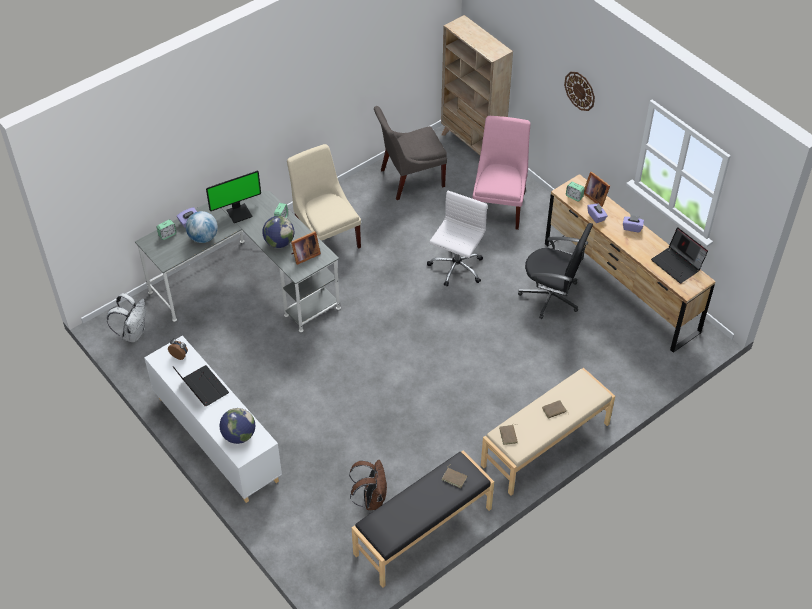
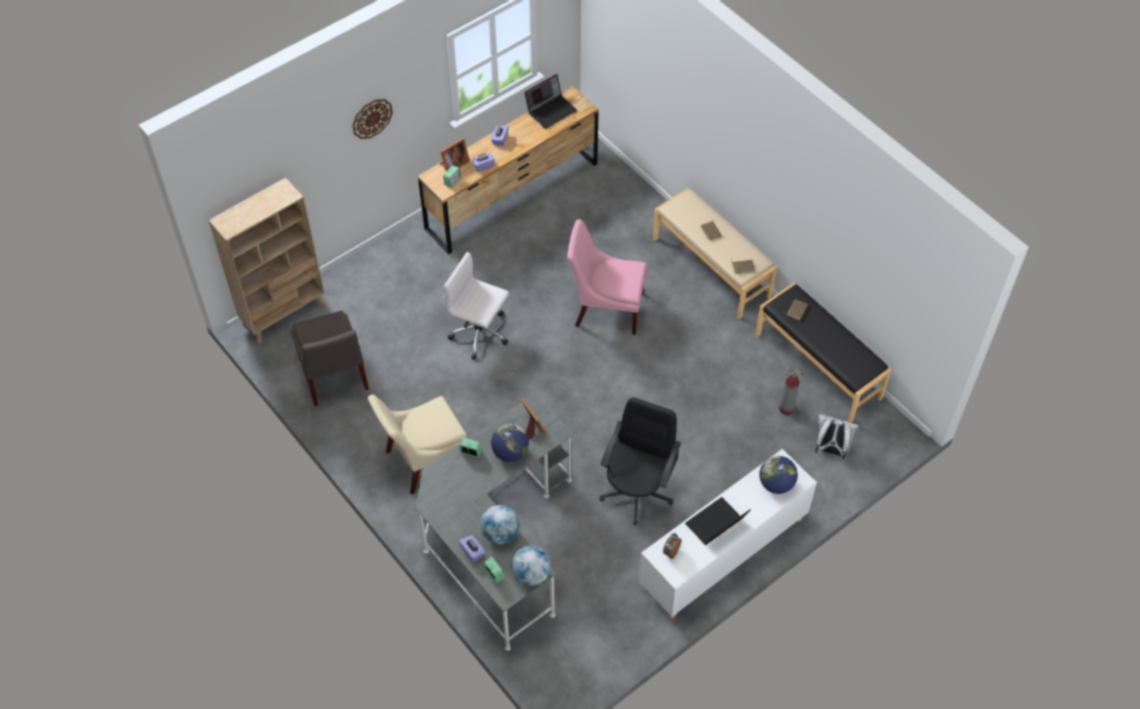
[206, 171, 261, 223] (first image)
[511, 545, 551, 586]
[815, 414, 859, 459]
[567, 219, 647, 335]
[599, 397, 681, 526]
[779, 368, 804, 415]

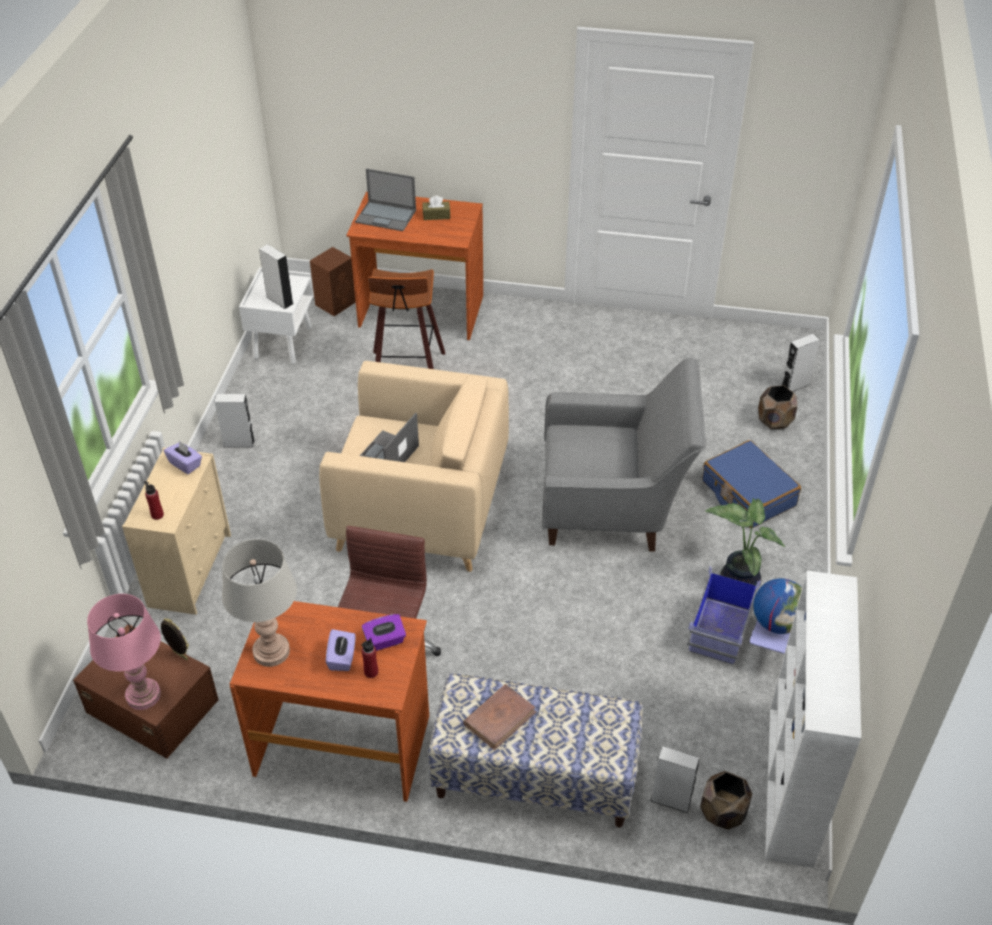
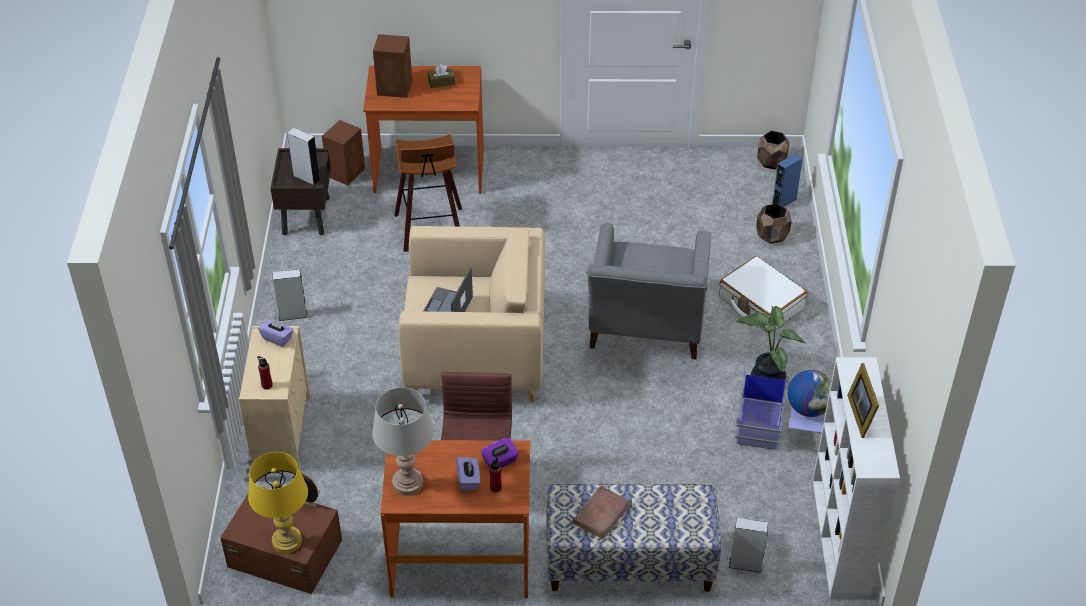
[847, 363, 879, 438]
[757, 131, 789, 170]
[373, 34, 412, 98]
[248, 452, 308, 554]
[271, 148, 331, 235]
[719, 256, 807, 333]
[772, 153, 803, 207]
[586, 223, 712, 359]

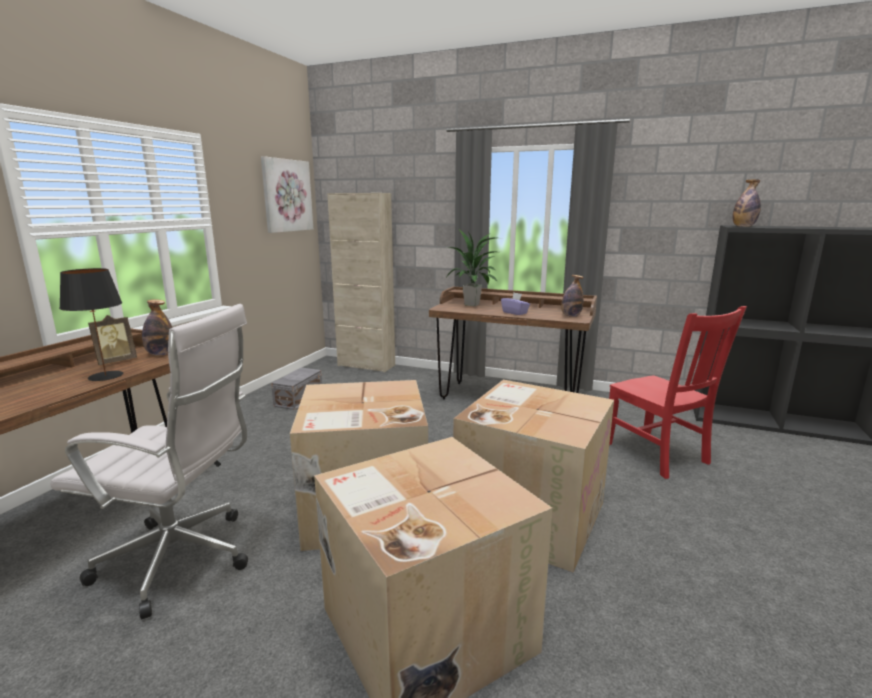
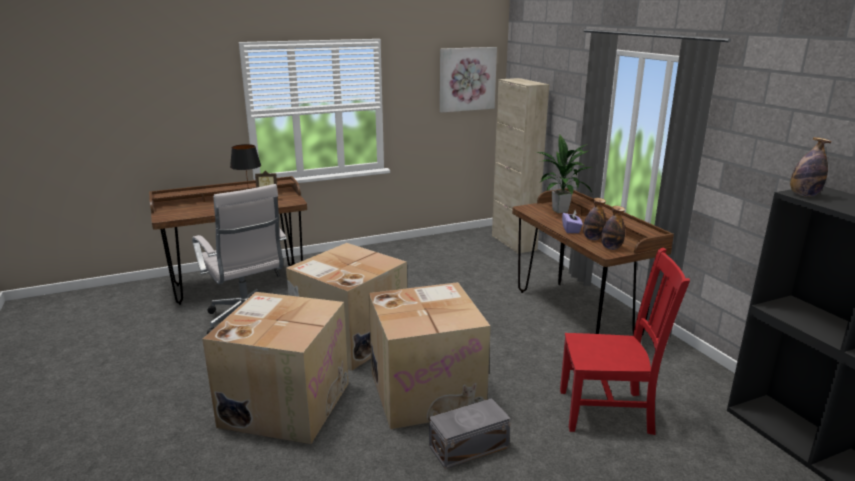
[583, 198, 606, 240]
[429, 398, 511, 469]
[560, 248, 690, 435]

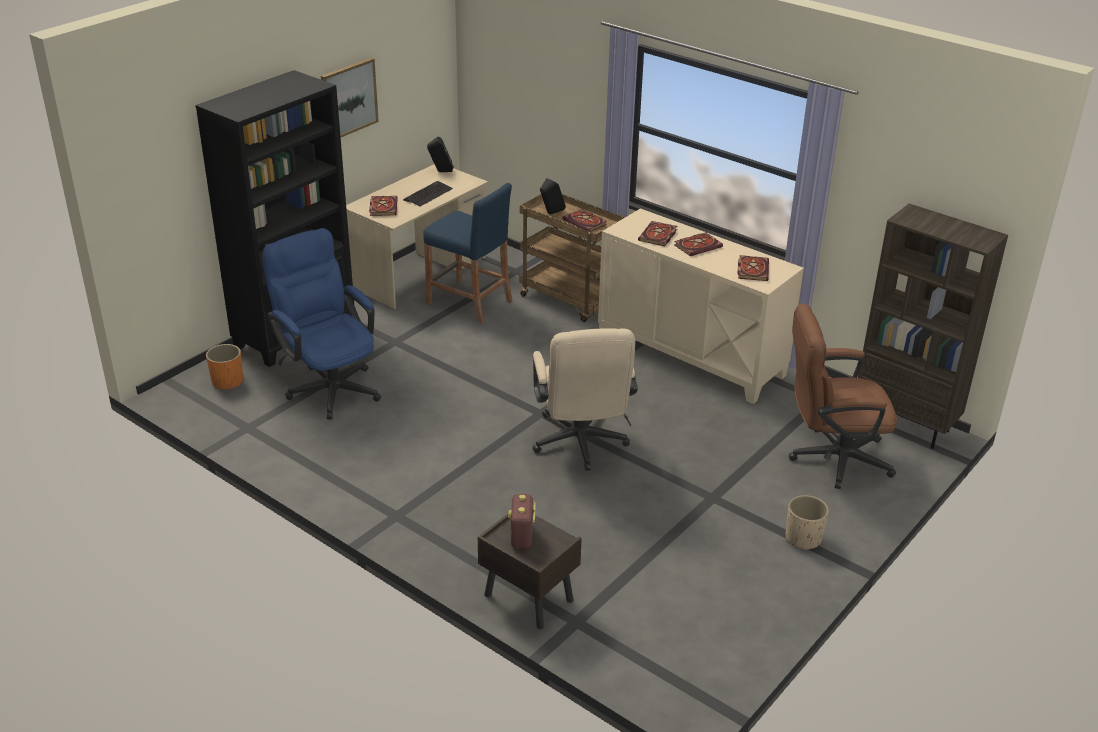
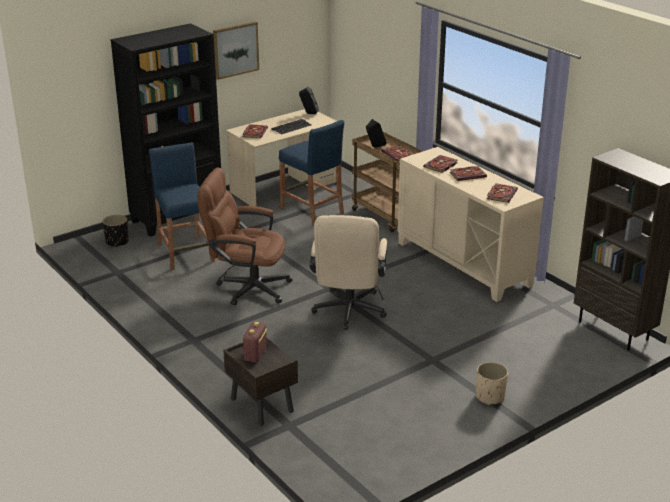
[197, 168, 292, 305]
[149, 142, 215, 270]
[102, 215, 129, 247]

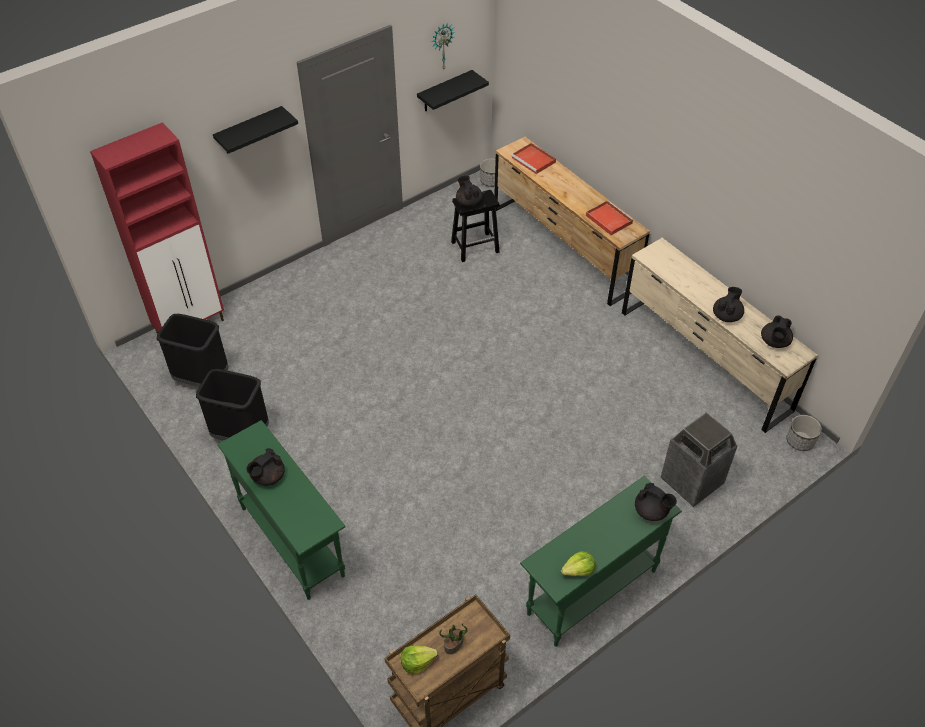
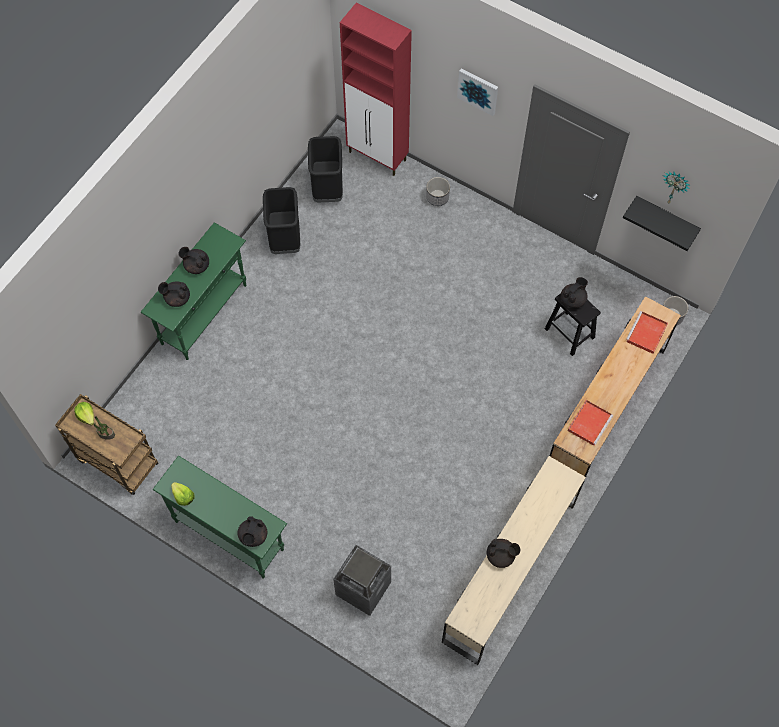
[158, 281, 190, 307]
[427, 177, 450, 206]
[457, 68, 498, 116]

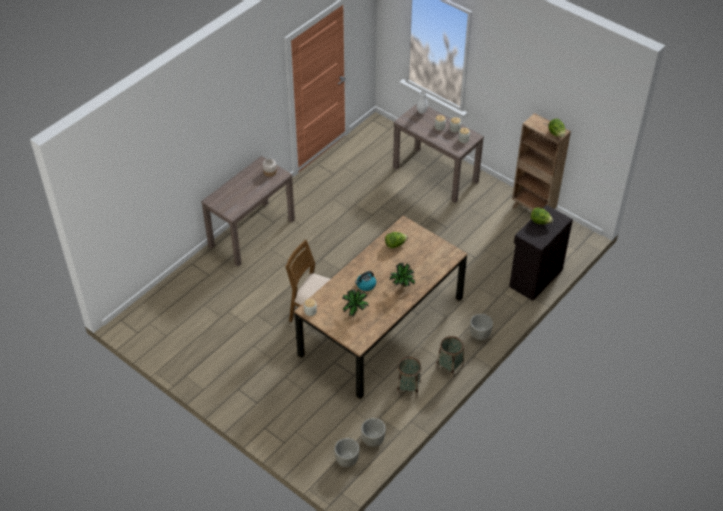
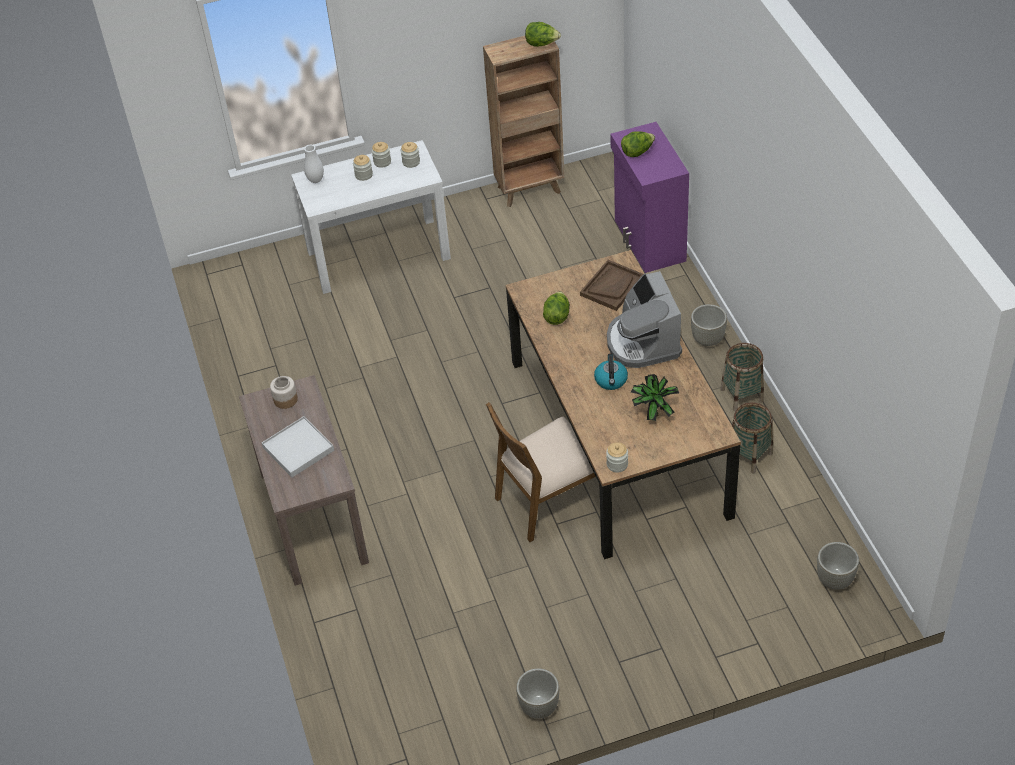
[262, 416, 334, 477]
[580, 260, 643, 311]
[516, 668, 559, 719]
[607, 271, 682, 368]
[291, 140, 451, 294]
[610, 122, 689, 273]

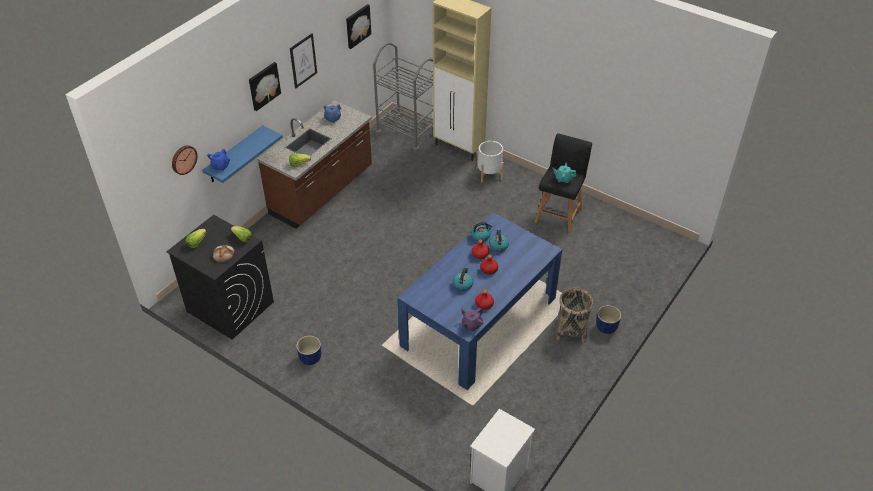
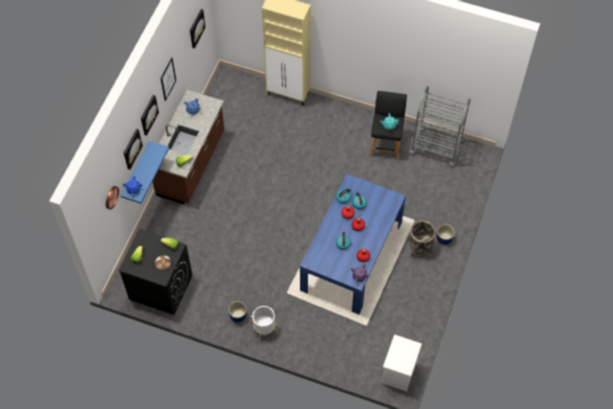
[124, 129, 143, 170]
[409, 86, 471, 168]
[251, 306, 278, 341]

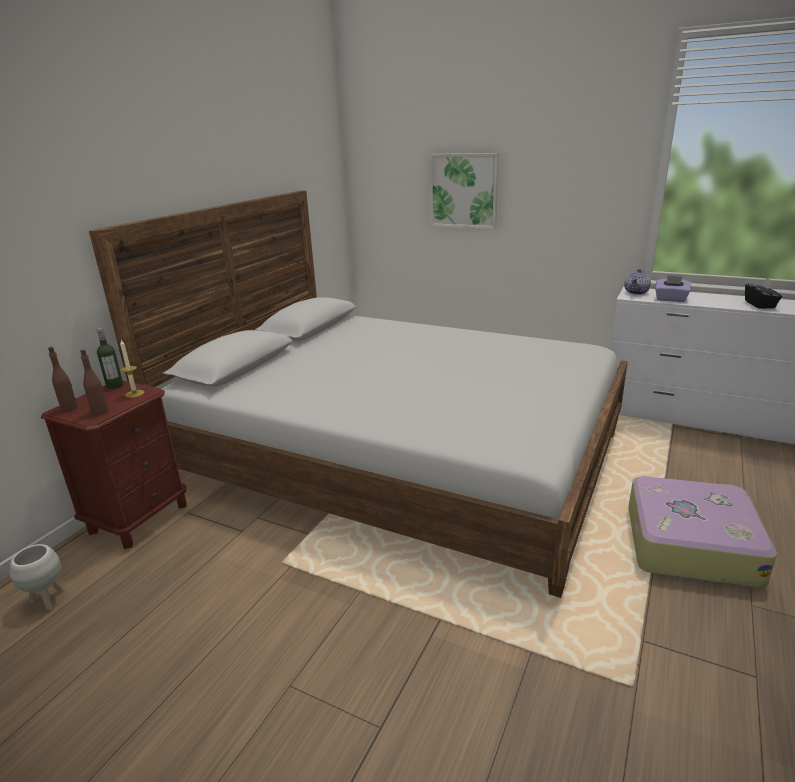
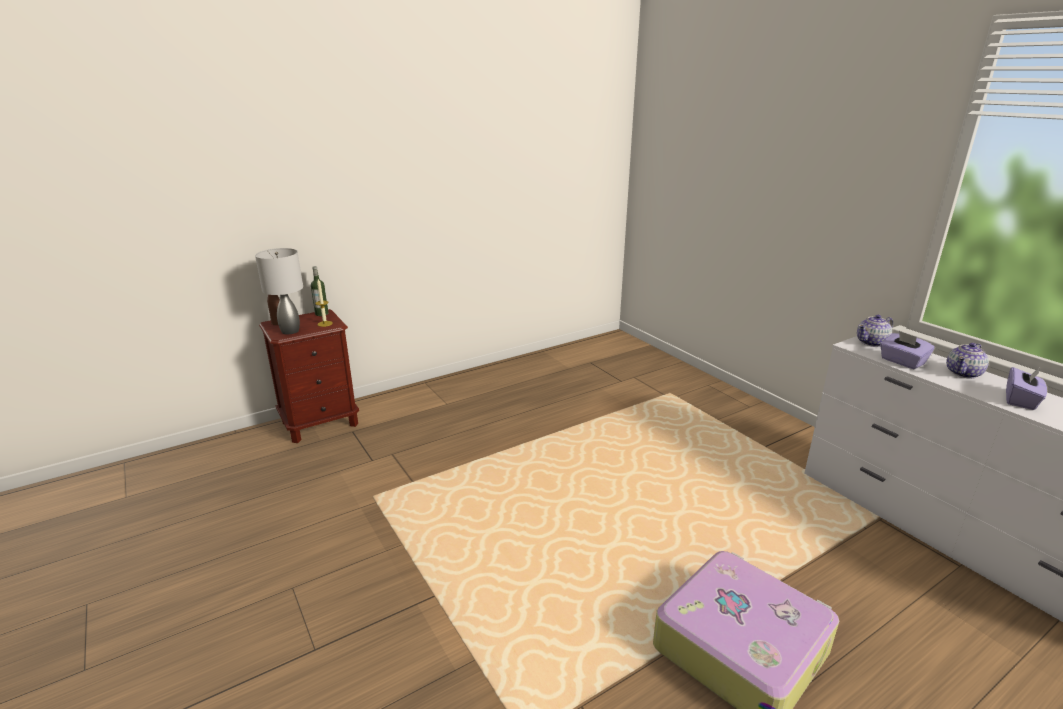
[10, 544, 63, 610] (first image)
[89, 190, 628, 598] (first image)
[430, 153, 499, 229] (first image)
[946, 343, 989, 379]
[255, 248, 303, 334]
[1006, 367, 1047, 410]

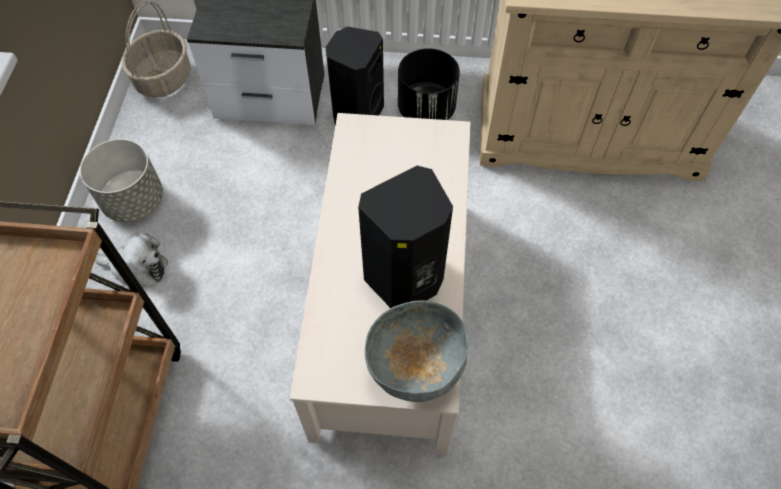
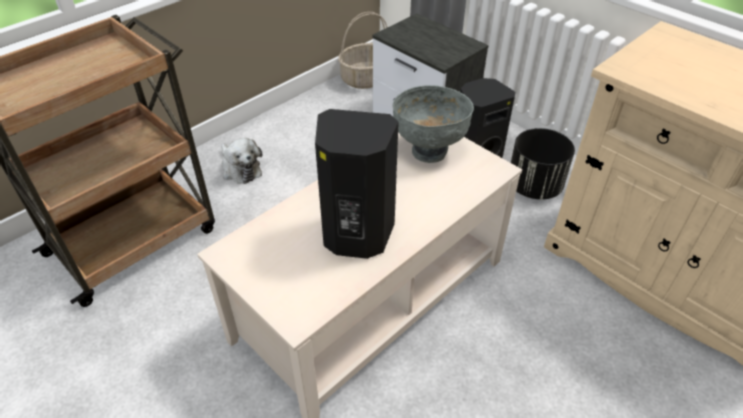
[80, 139, 163, 222] (first image)
[393, 85, 474, 163]

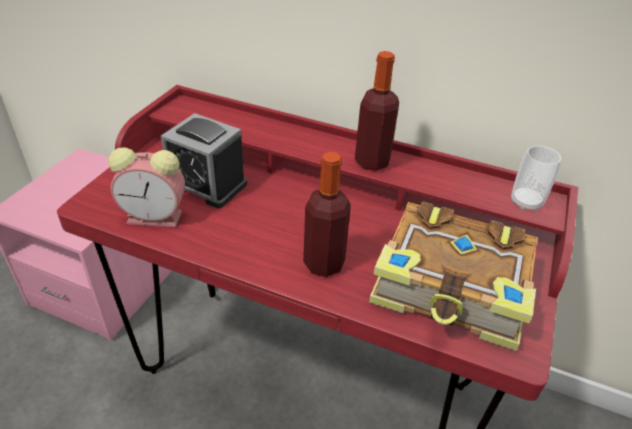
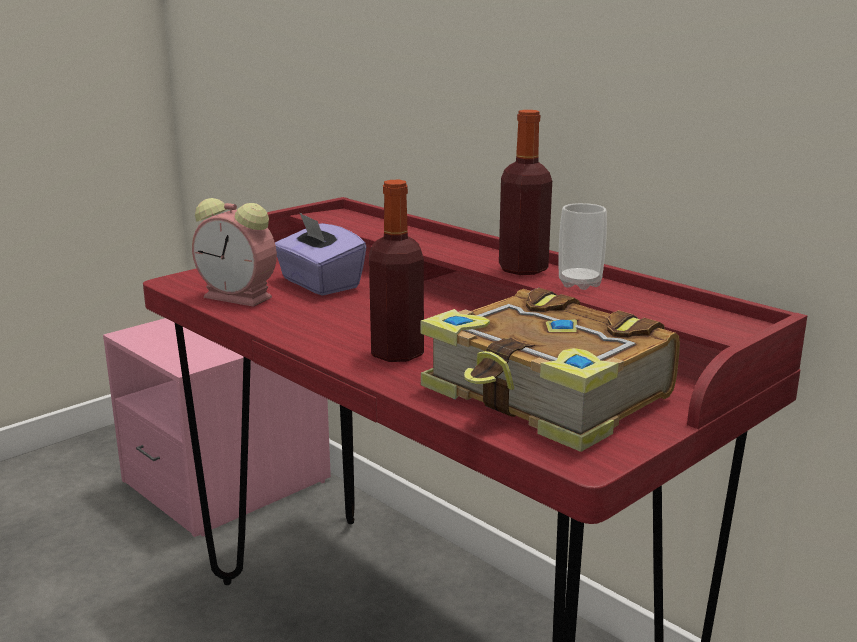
[559, 203, 607, 290]
[275, 212, 366, 296]

